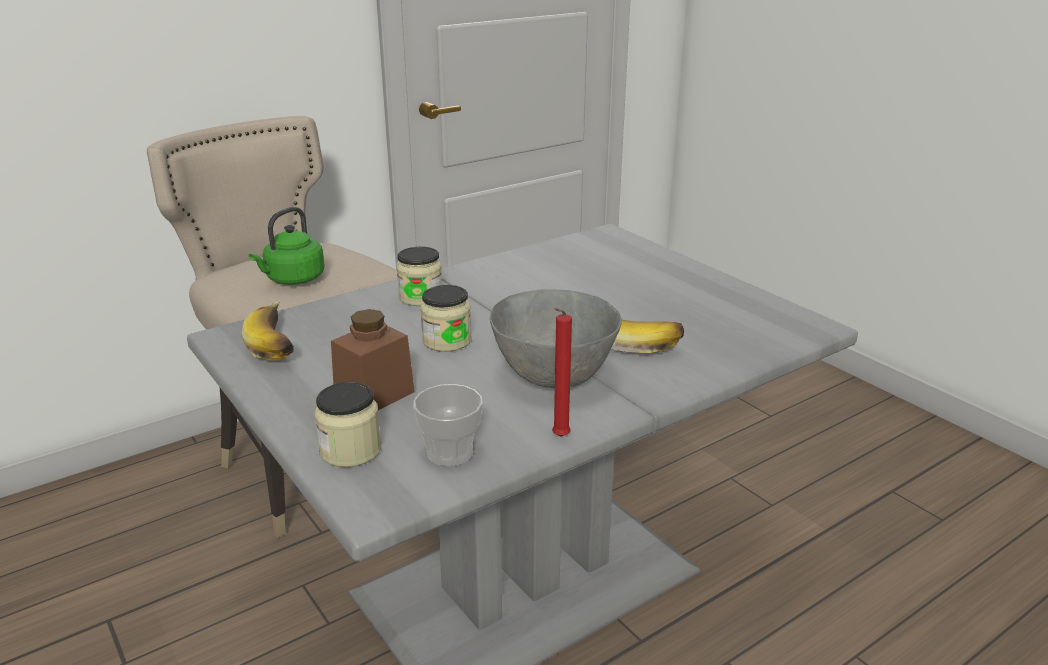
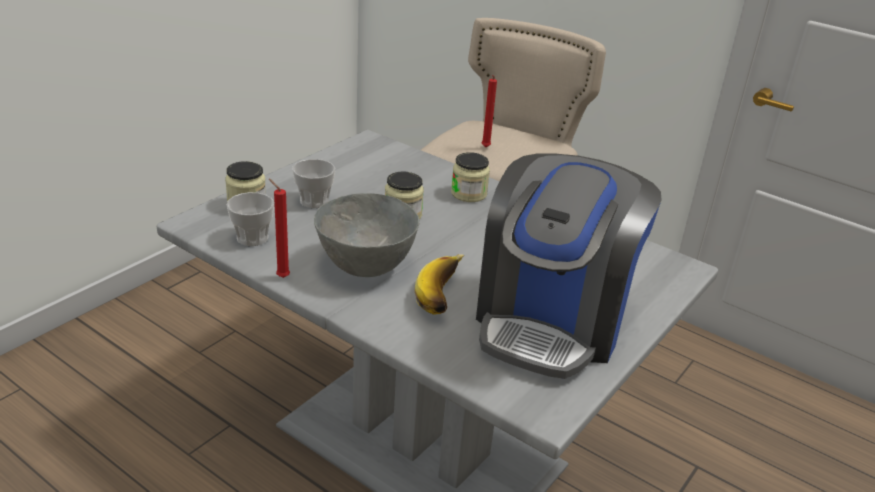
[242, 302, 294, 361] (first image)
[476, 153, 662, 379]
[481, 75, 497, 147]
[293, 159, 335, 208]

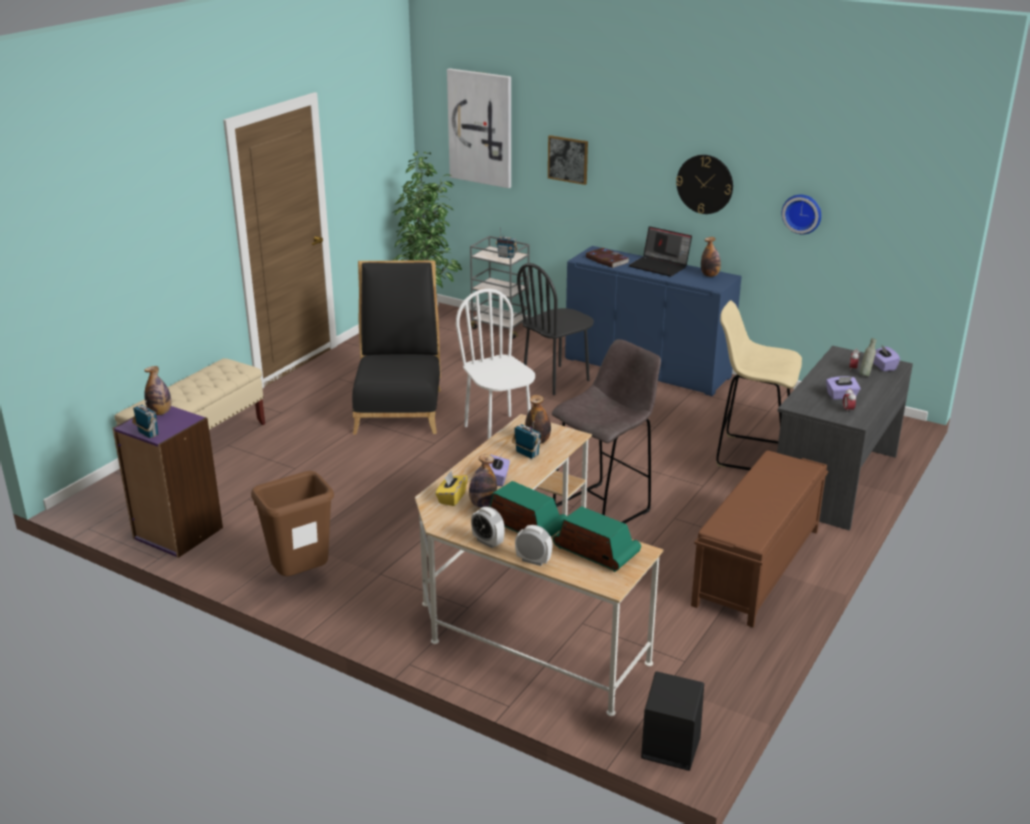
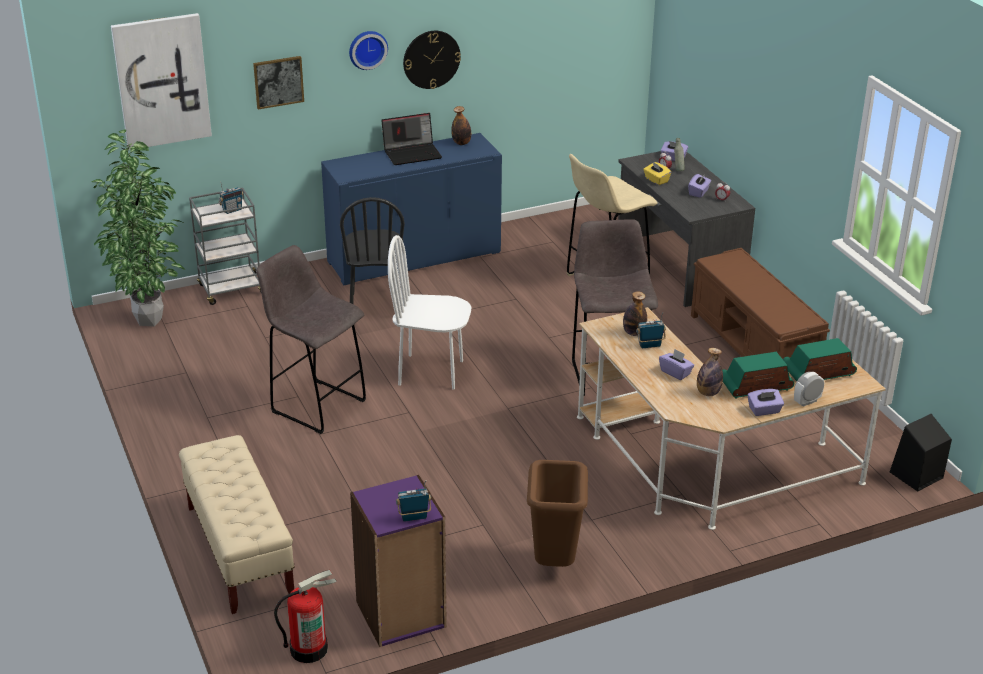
[144, 366, 171, 415] (first image)
[586, 248, 629, 268] (first image)
[274, 570, 337, 663]
[643, 162, 671, 185]
[349, 31, 388, 70]
[257, 245, 366, 434]
[747, 389, 784, 416]

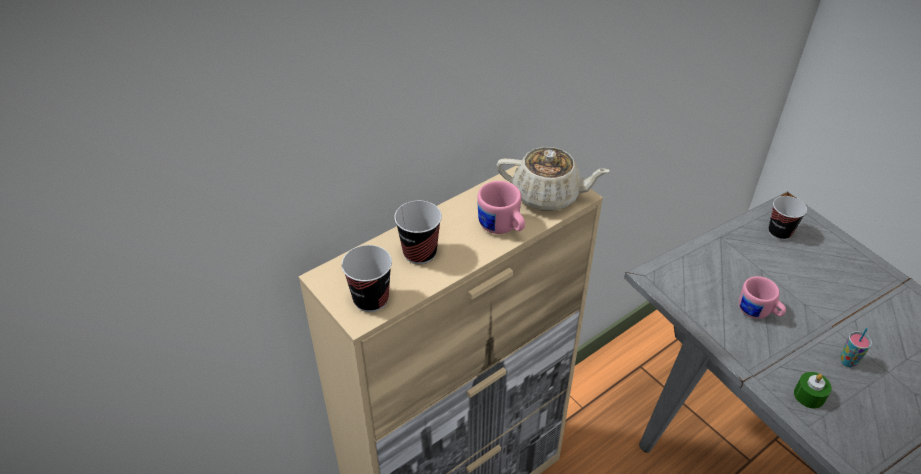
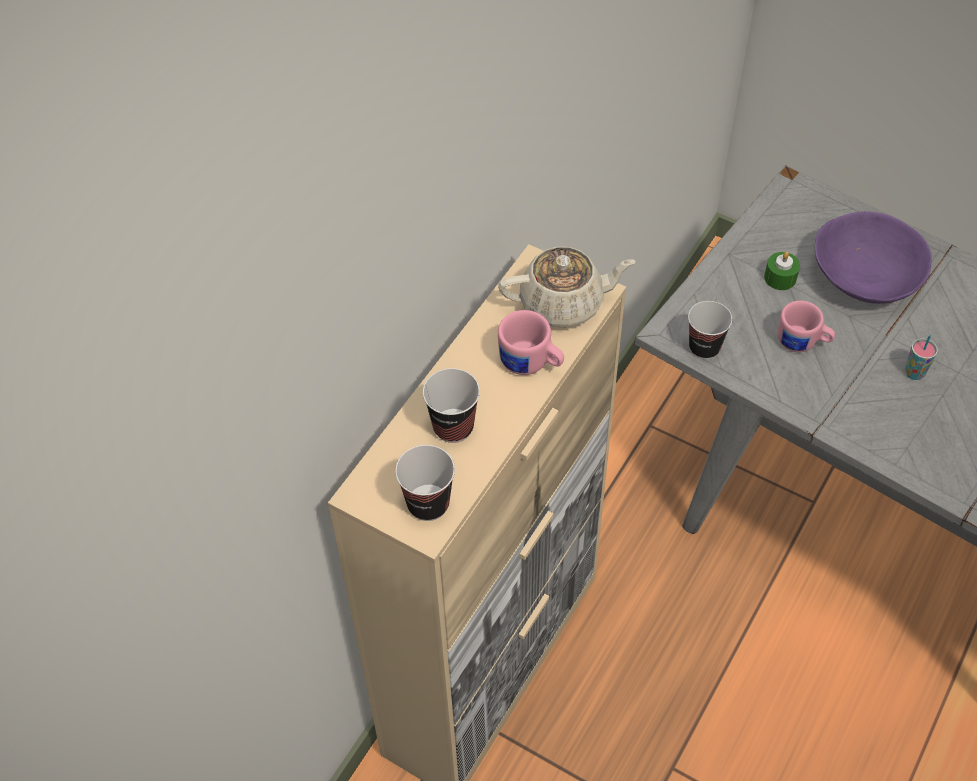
[815, 211, 932, 304]
[688, 301, 732, 359]
[764, 252, 800, 290]

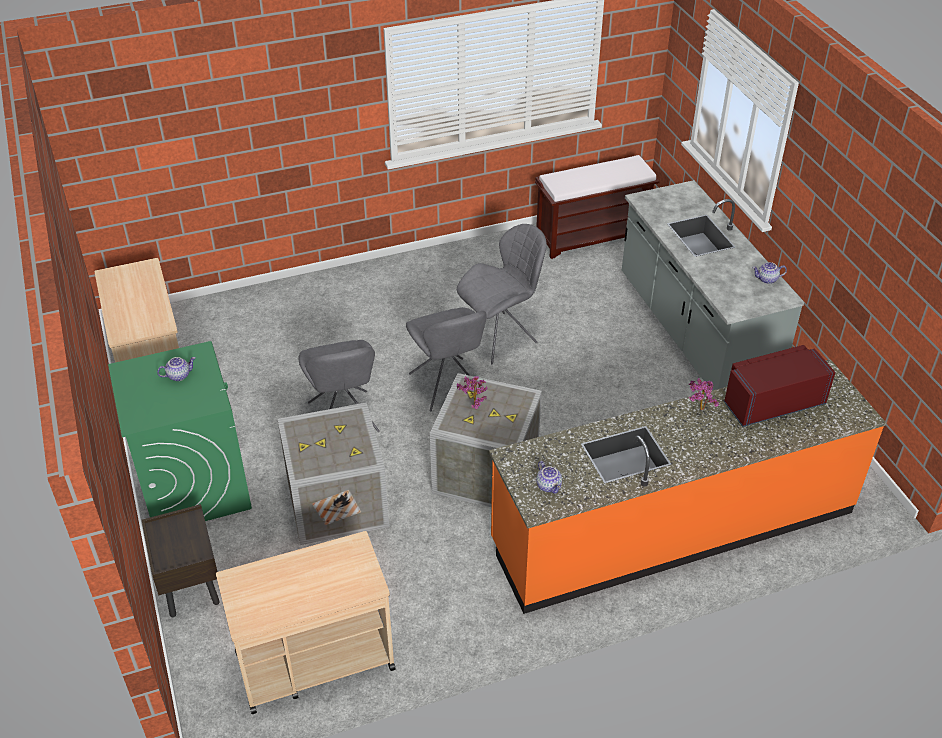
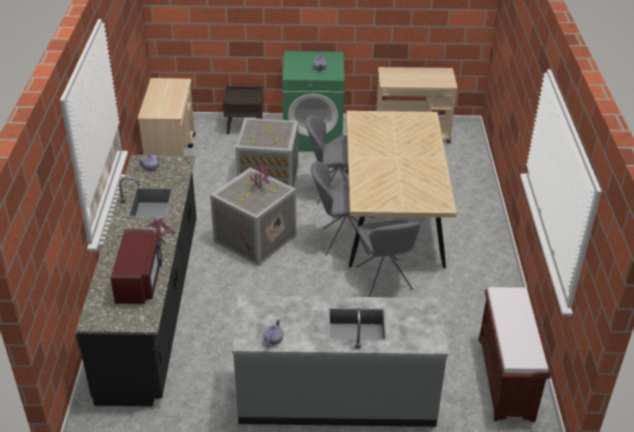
[346, 111, 457, 269]
[76, 155, 197, 407]

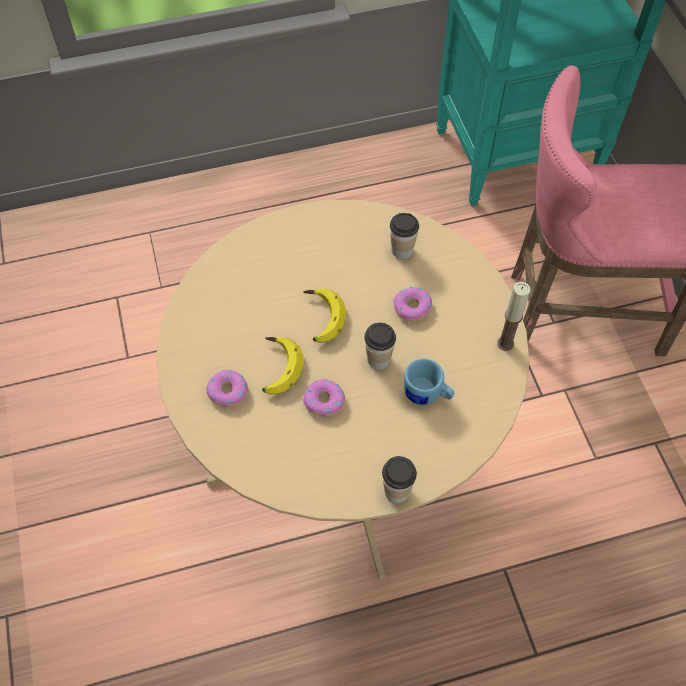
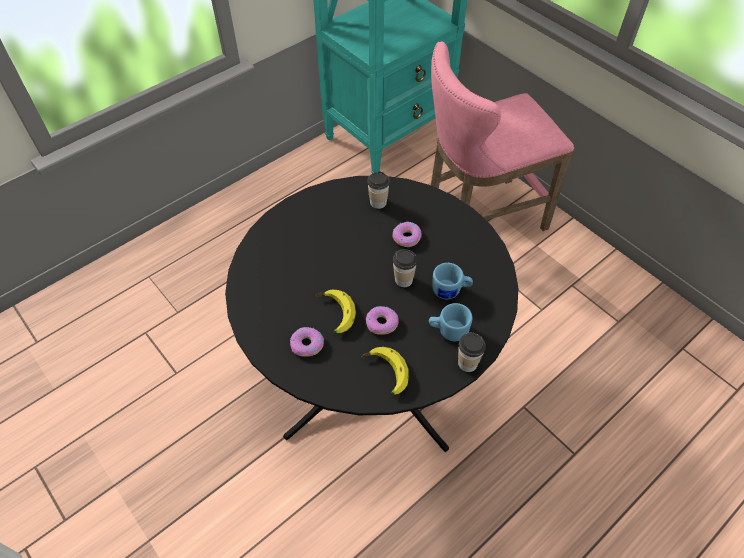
[497, 282, 530, 351] (first image)
[429, 303, 472, 341]
[361, 347, 409, 395]
[225, 176, 519, 452]

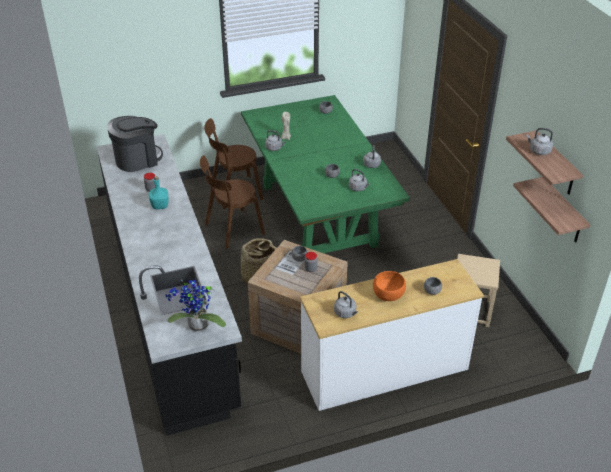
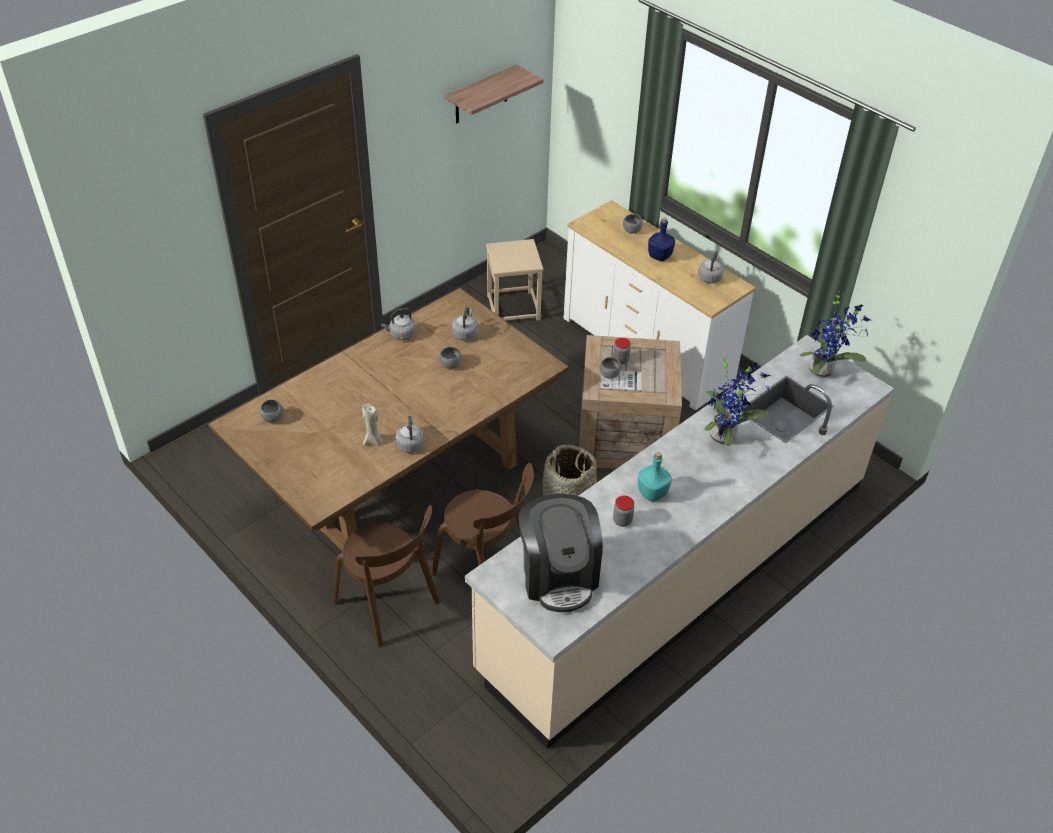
[513, 177, 590, 242] (first image)
[526, 128, 553, 155] (first image)
[705, 353, 771, 446]
[648, 218, 675, 261]
[465, 335, 894, 749]
[208, 288, 569, 551]
[519, 494, 603, 612]

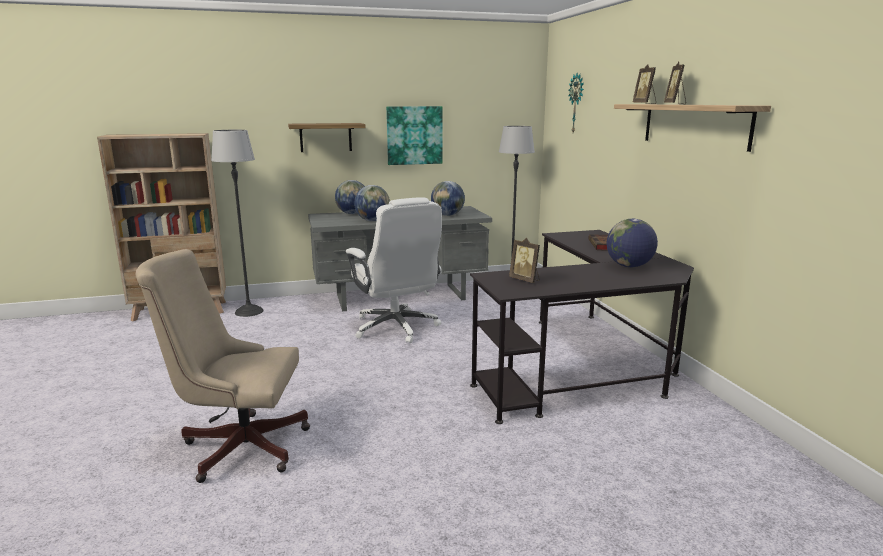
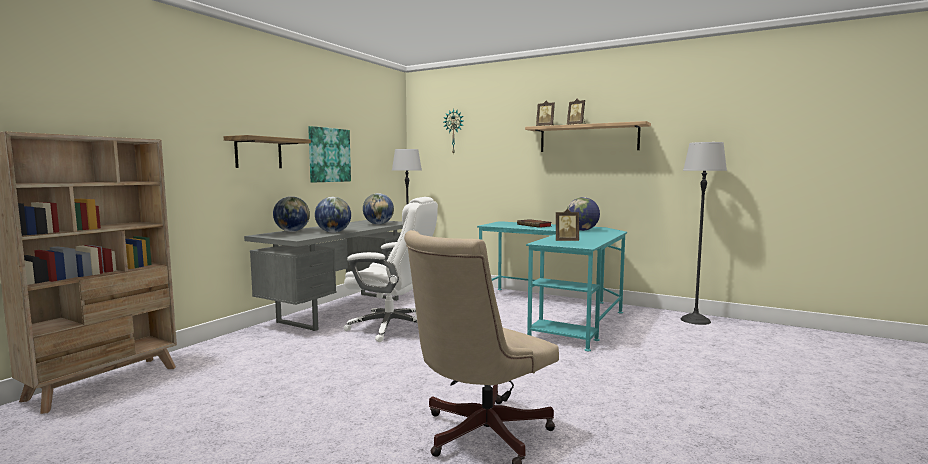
[681, 142, 727, 325]
[477, 221, 627, 351]

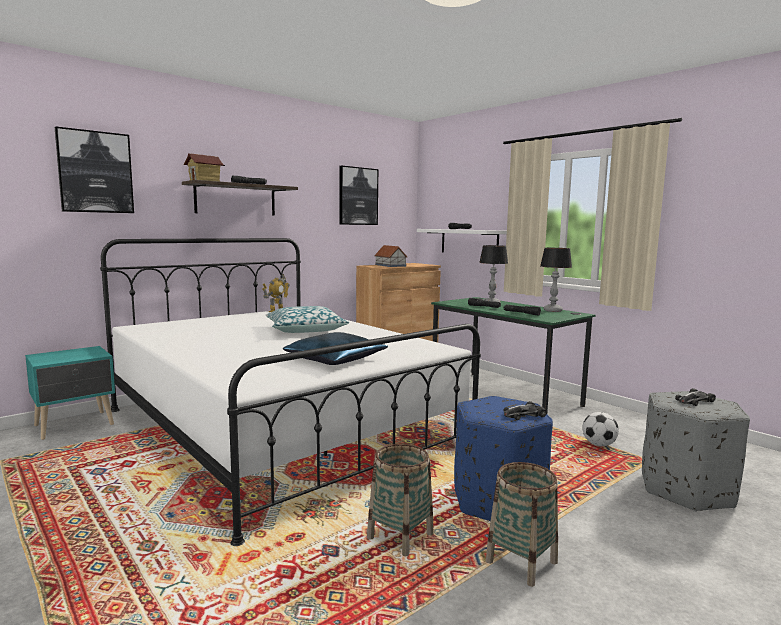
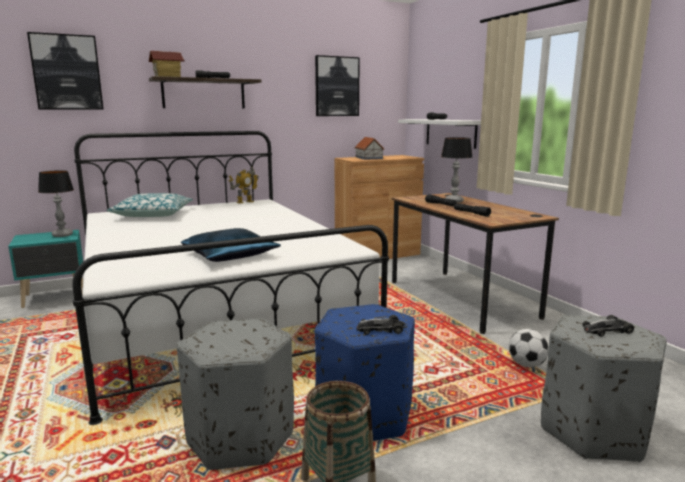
[107, 193, 193, 217]
[38, 170, 74, 237]
[177, 318, 294, 470]
[392, 193, 559, 334]

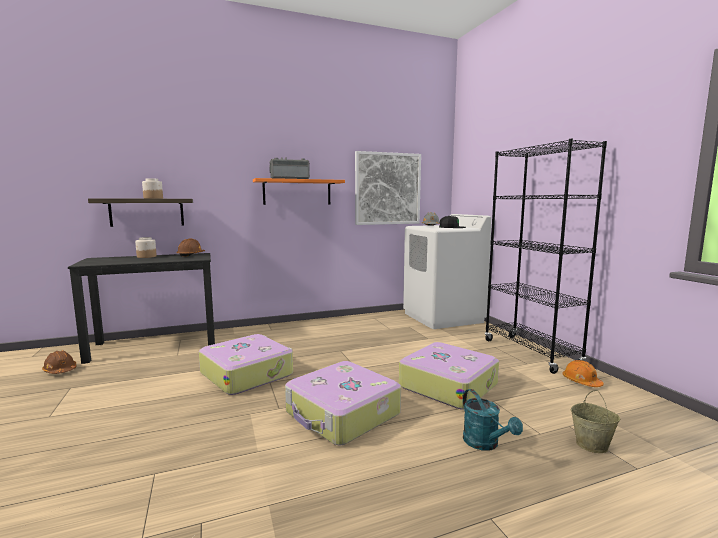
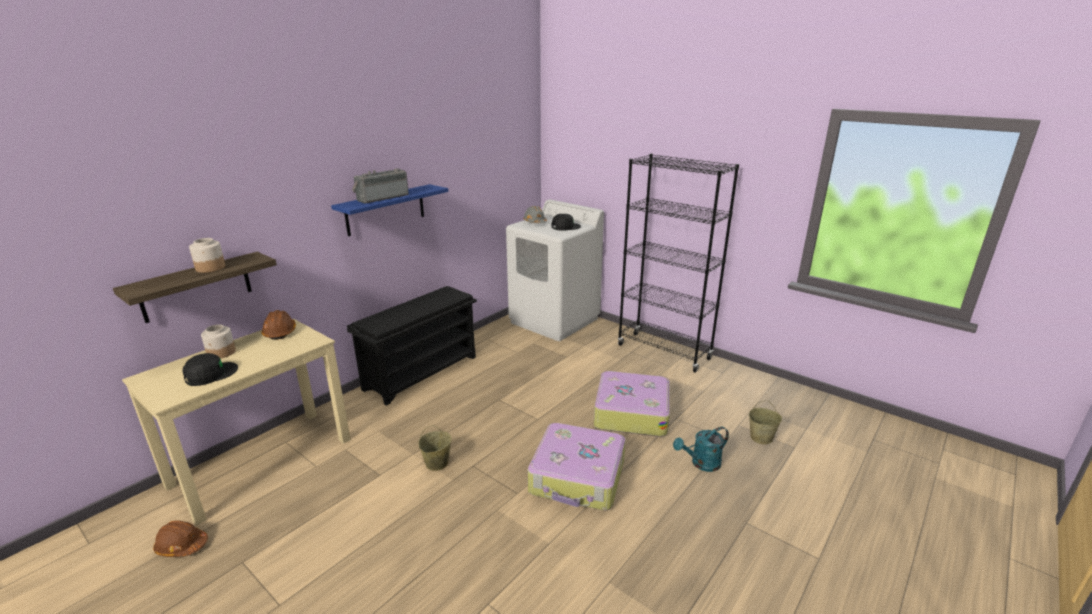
[355, 151, 421, 225] (first image)
[562, 360, 604, 387] (first image)
[182, 353, 238, 386]
[347, 286, 477, 406]
[418, 425, 452, 471]
[122, 319, 351, 526]
[331, 184, 448, 236]
[673, 427, 729, 472]

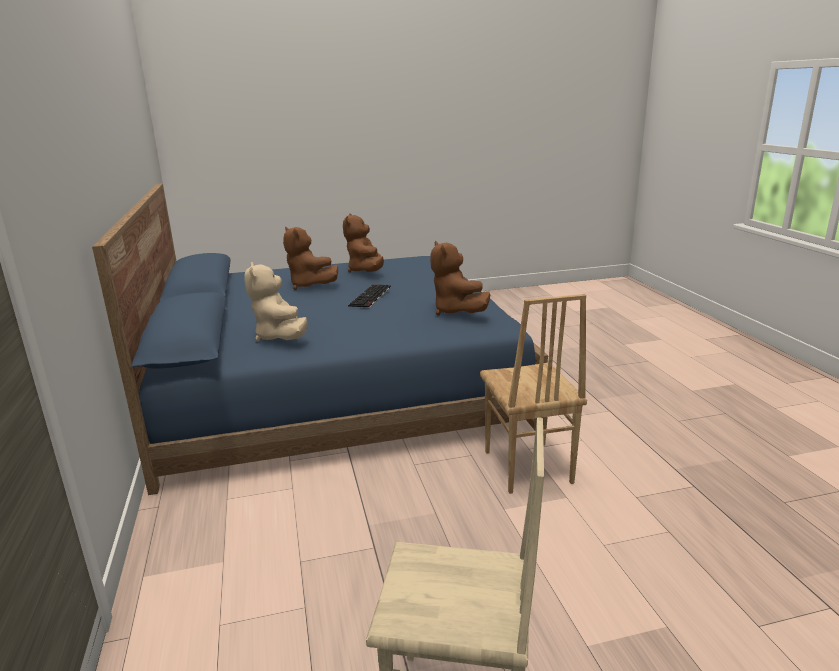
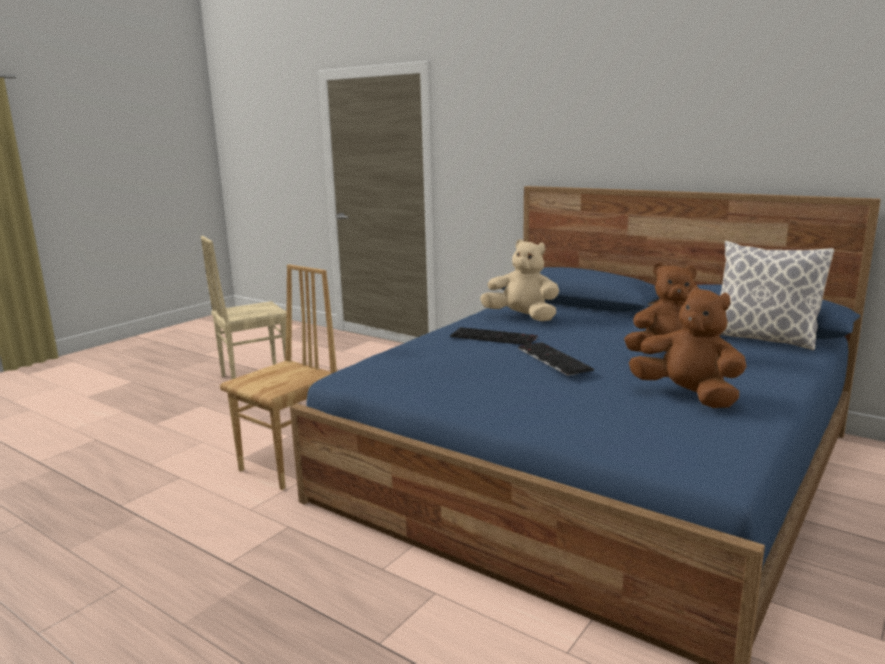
[430, 241, 490, 315] (first image)
[450, 327, 537, 345]
[720, 241, 834, 350]
[220, 264, 337, 490]

